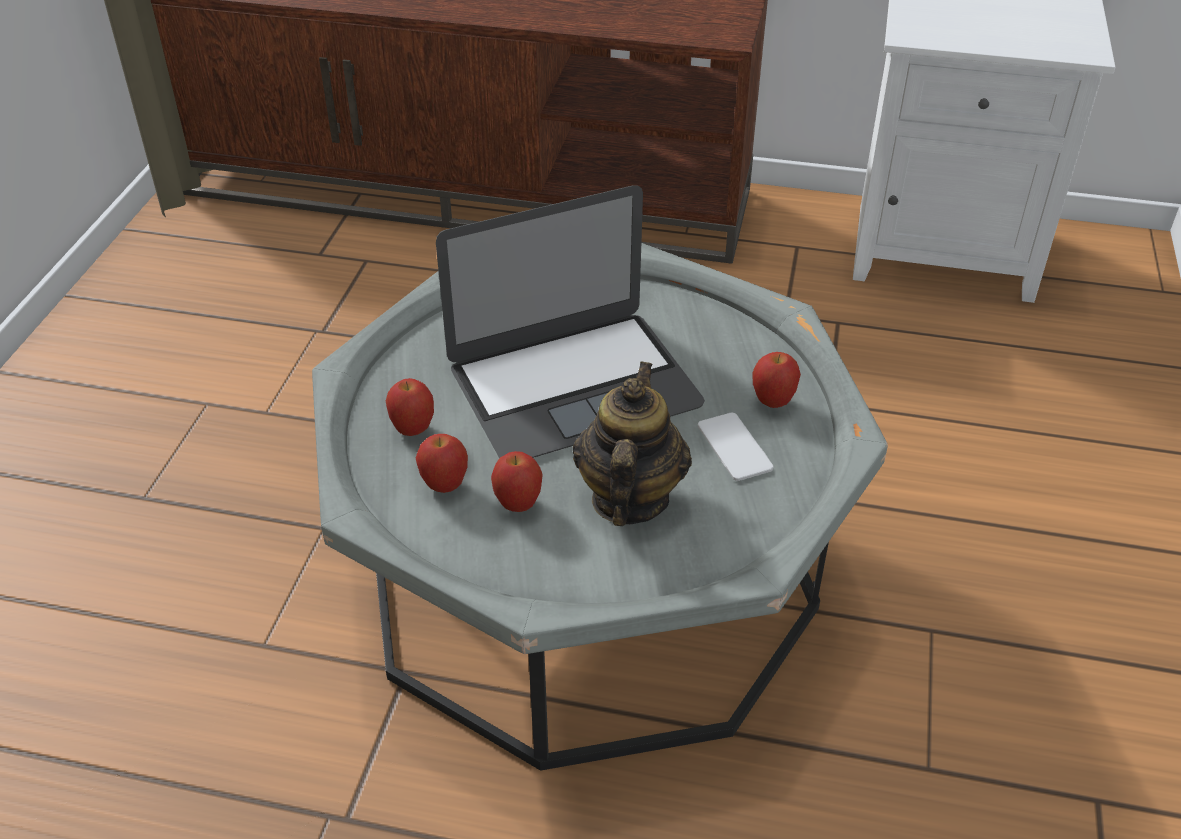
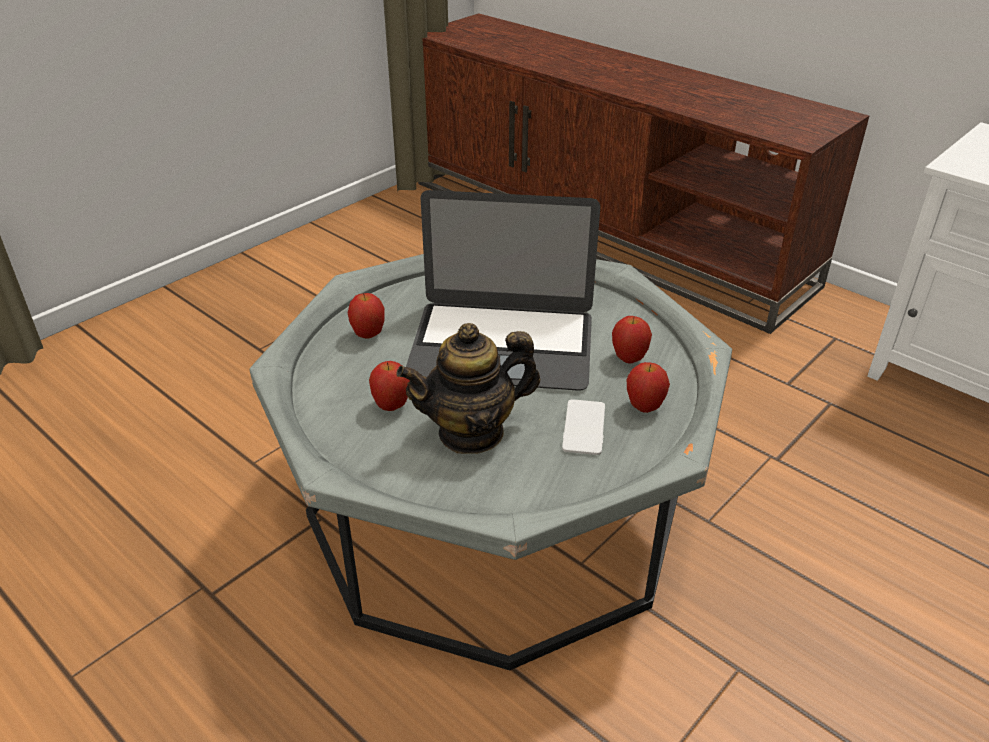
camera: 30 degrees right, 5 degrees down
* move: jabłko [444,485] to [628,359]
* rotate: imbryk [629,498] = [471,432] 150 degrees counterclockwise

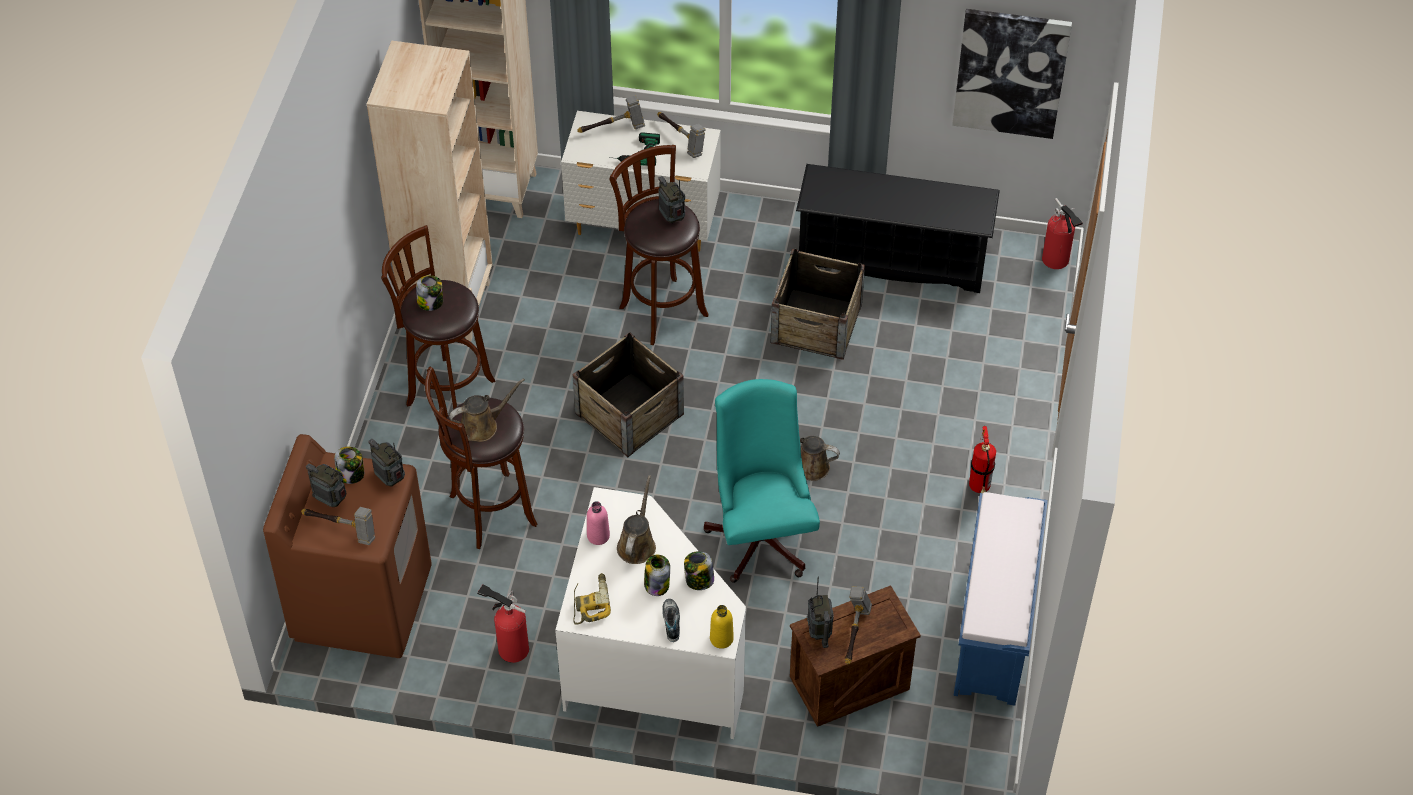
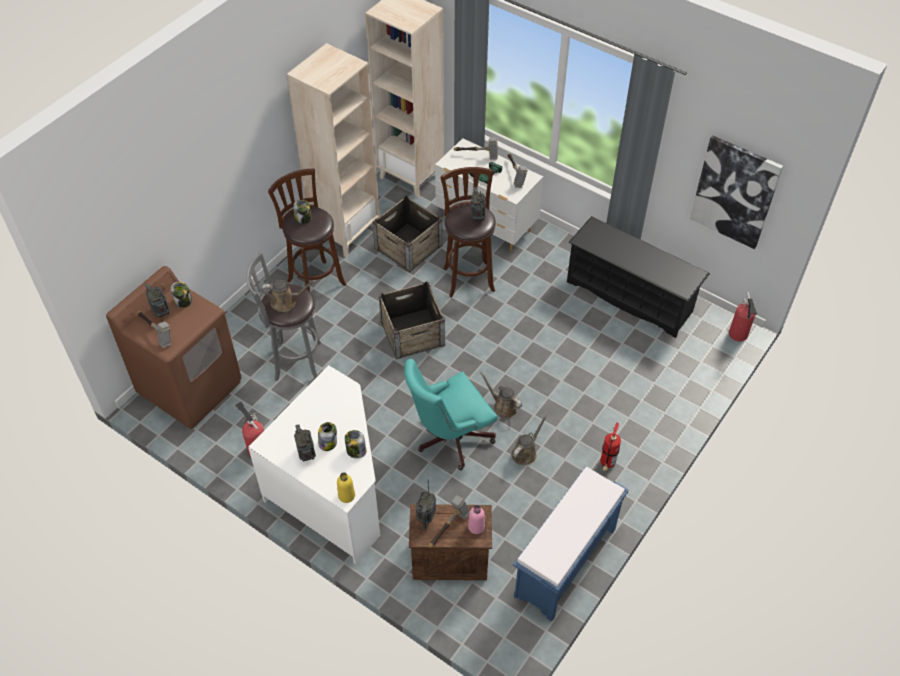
camera: 25 degrees right, 0 degrees up
* delete: wiertarka [590,602]
* delete: but [671,622]
* move: radio [390,479] to [307,455]
* move: butelka (różowy) [598,536] to [476,527]
* move: konewka (brązowy) [637,544] to [525,452]
* move: skrzynka [816,324] to [408,247]
* recolor: stołek (brązowy) [488,512] to stołek (szary) [294,361]
* rotate: krzesło biurowe (turkusowy) [761,534] = [449,438] 135 degrees counterclockwise

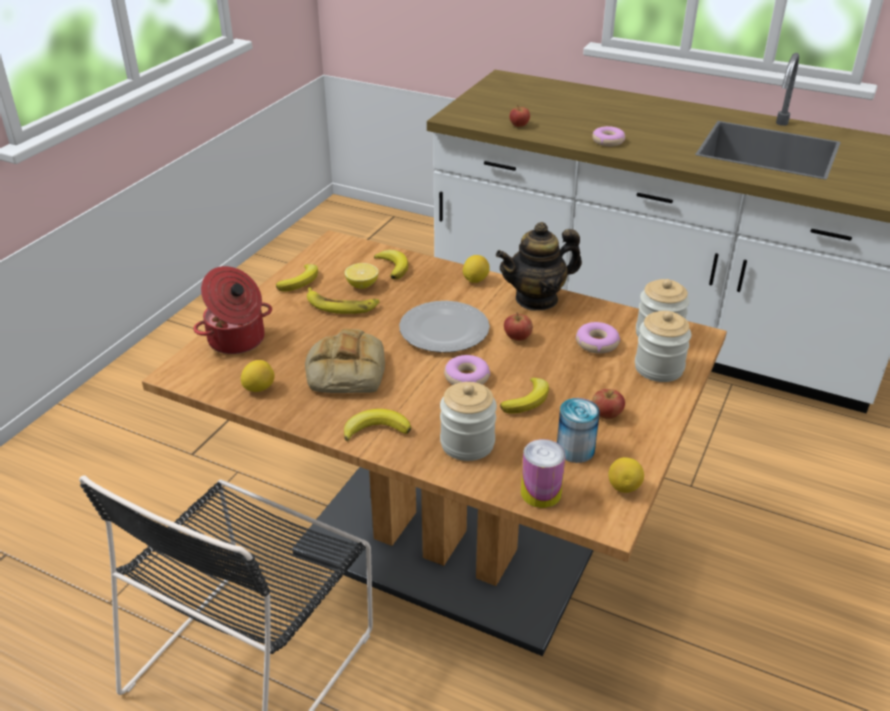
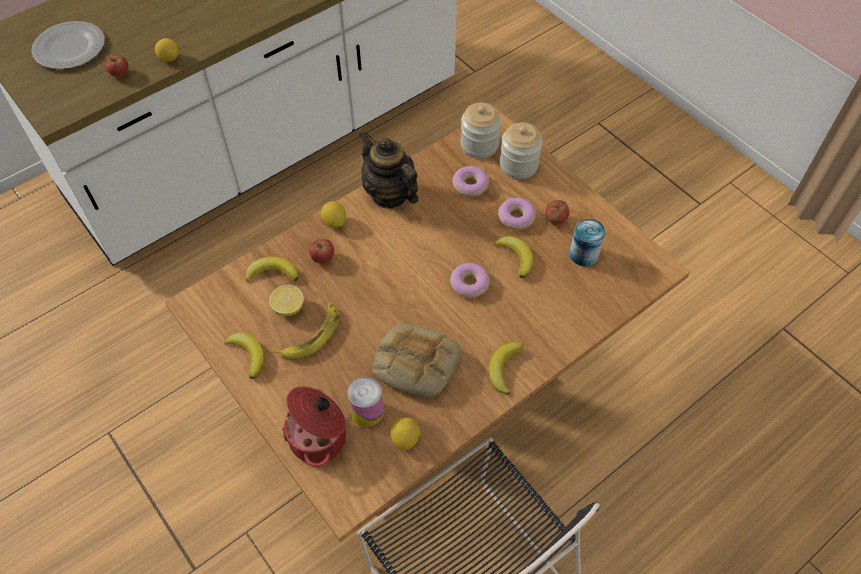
camera: 65 degrees left, 20 degrees up
* delete: słoik [467,443]
* move: talerz [444,331] to [70,48]
* move: jabłko [517,338] to [323,258]
* move: puszka [541,493] to [367,411]
* move: donut [608,141] to [516,217]
* move: cytryna [624,487] to [169,58]
* rotate: imbryk [537,299] = [389,194] 135 degrees clockwise

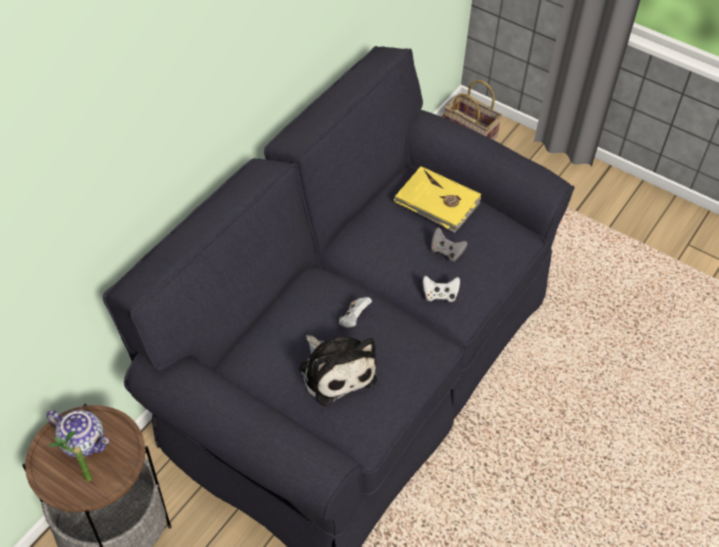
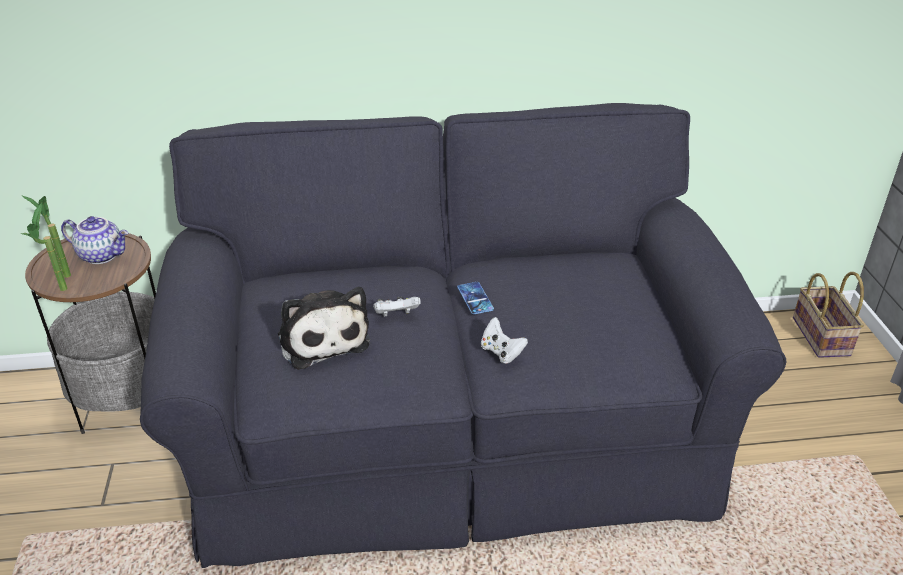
camera: 50 degrees right, 15 degrees down
* delete: książka (żółty) [437,202]
* delete: pad do gier (szary) [446,252]
* insert: roślina doniczkowa [59,293]
* insert: telefon [475,298]
* rotate: imbryk [84,442] = [102,255] 60 degrees counterclockwise
* rotate: pluszak [336,371] = [322,338] 45 degrees counterclockwise

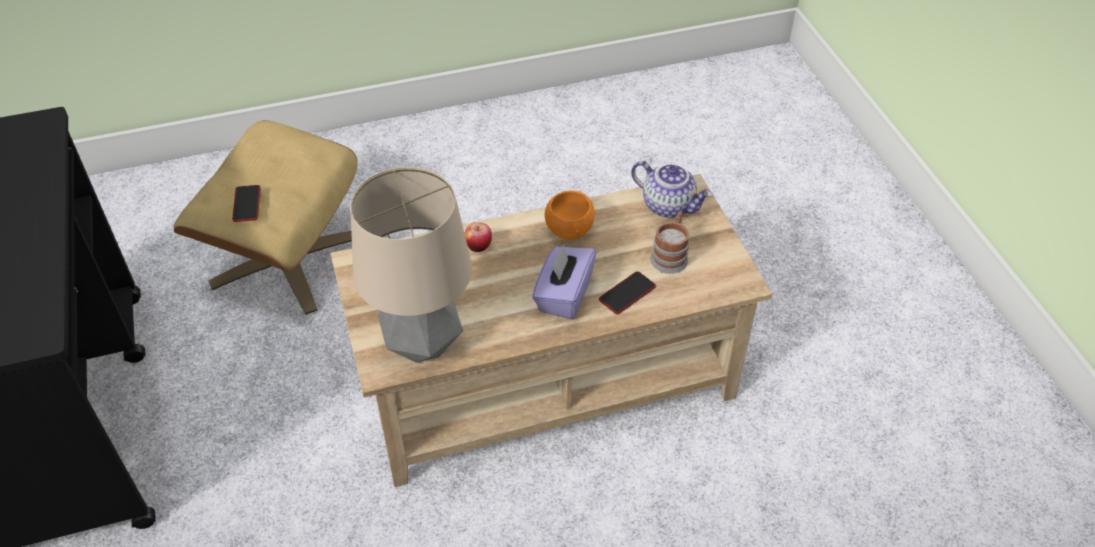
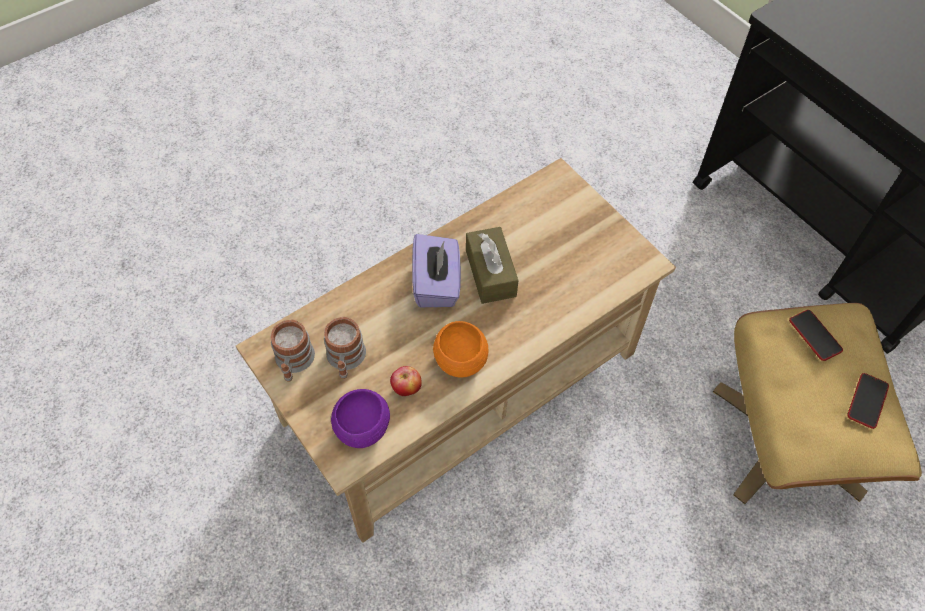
camera: 160 degrees right, 10 degrees up
* delete: lampa stołowa [422,345]
* insert: kubek [294,362]
* insert: pudełko chusteczek (brązowy) [490,273]
* move: jabłko [479,247] to [406,389]
* move: telefon [627,293] to [867,401]
* replace: imbryk [669,205] to miska (fioletowy) [362,428]

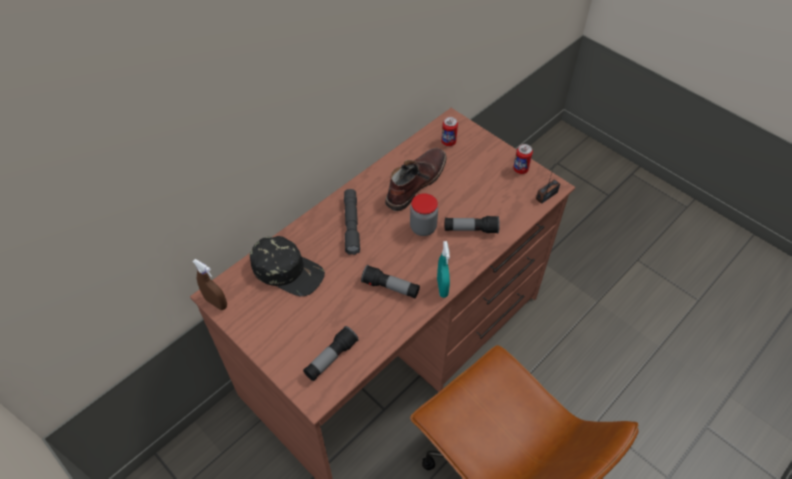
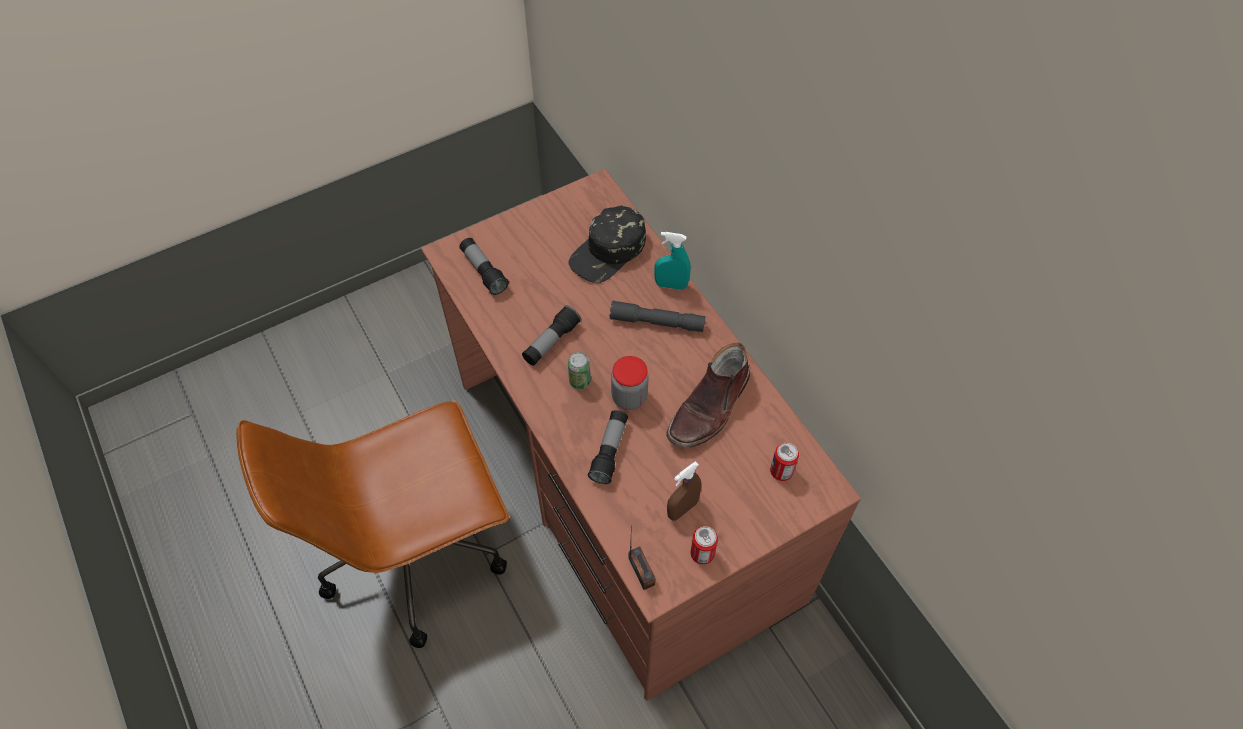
camera: 105 degrees right, 5 degrees up
* insert: puszka [580,381]
* move: spryskiwacz (brązowy) [216,303] to [682,509]
* move: spryskiwacz (turkusowy) [442,287] to [671,285]
* rotate: but z cholewką (brązowy) [415,183] = [710,407] 75 degrees clockwise

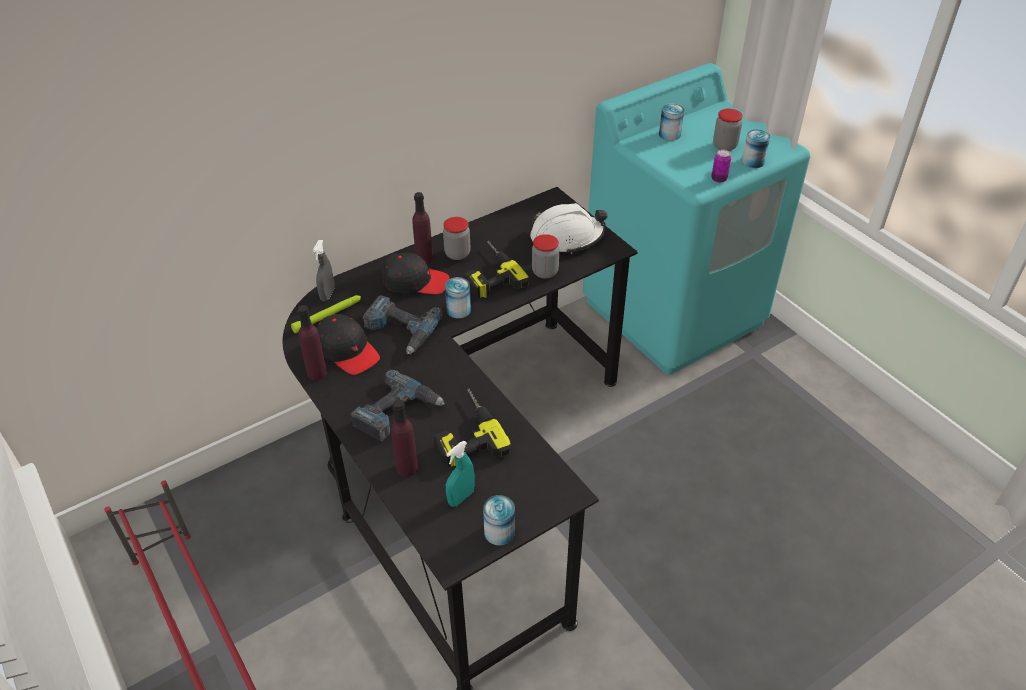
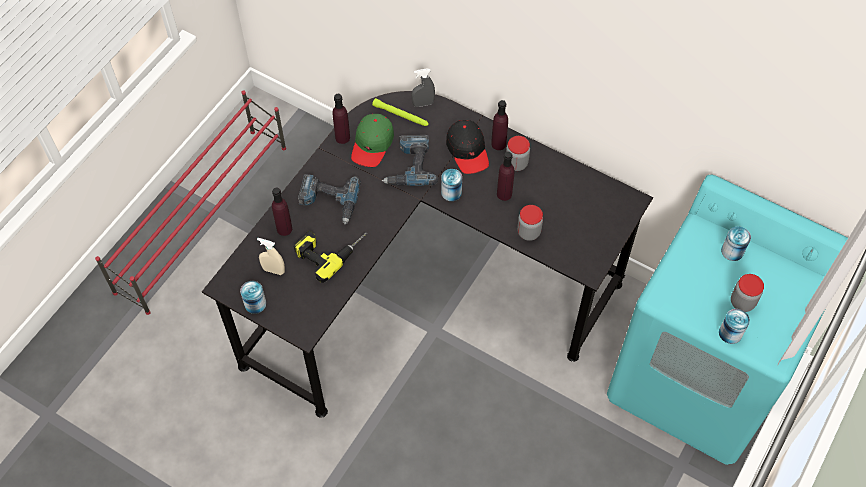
camera: 65 degrees right, 15 degrees up
* delete: kask (biały) [567,237]
* delete: puszka [719,179]
* replace: wiertarka [488,273] to butelka (fioletowy) [504,194]
* recolor: czapka z daszkiem (czarny) [347,351] to czapka z daszkiem (zielony) [372,144]
* recolor: spryskiwacz (turkusowy) [461,497] to spryskiwacz (beżowy) [273,270]

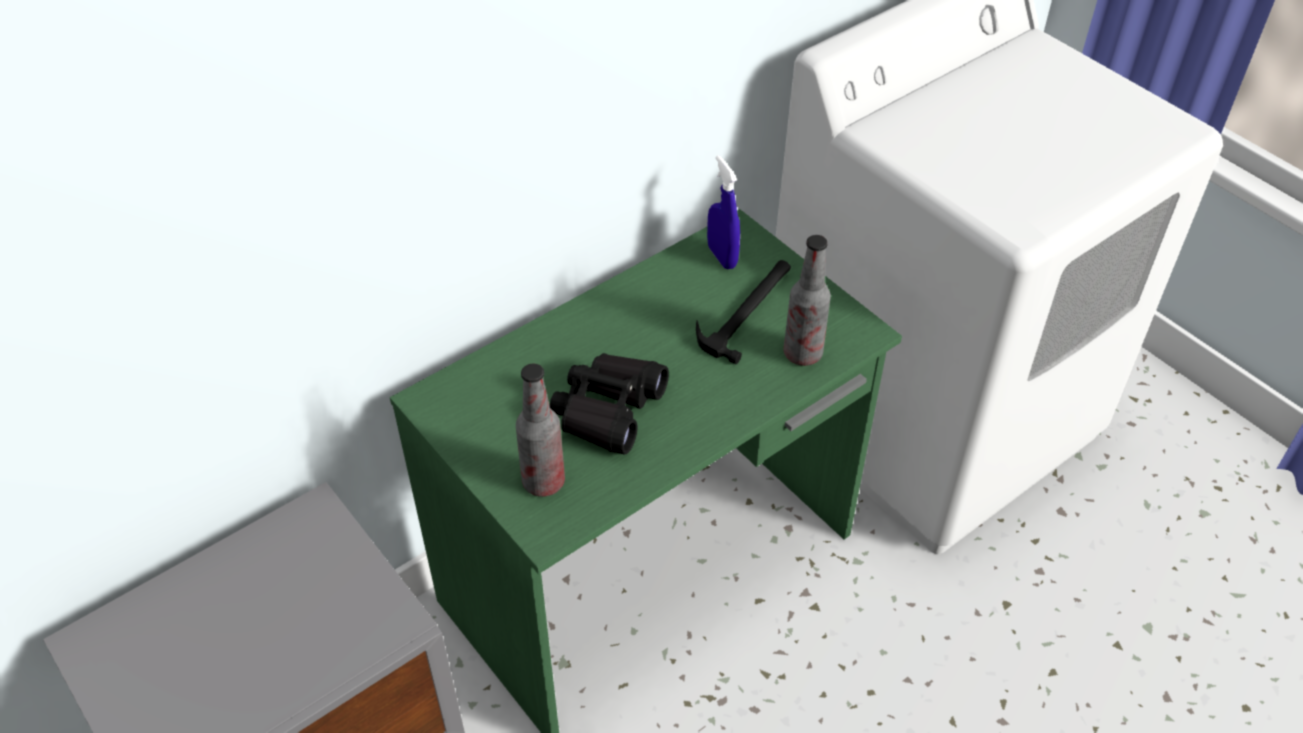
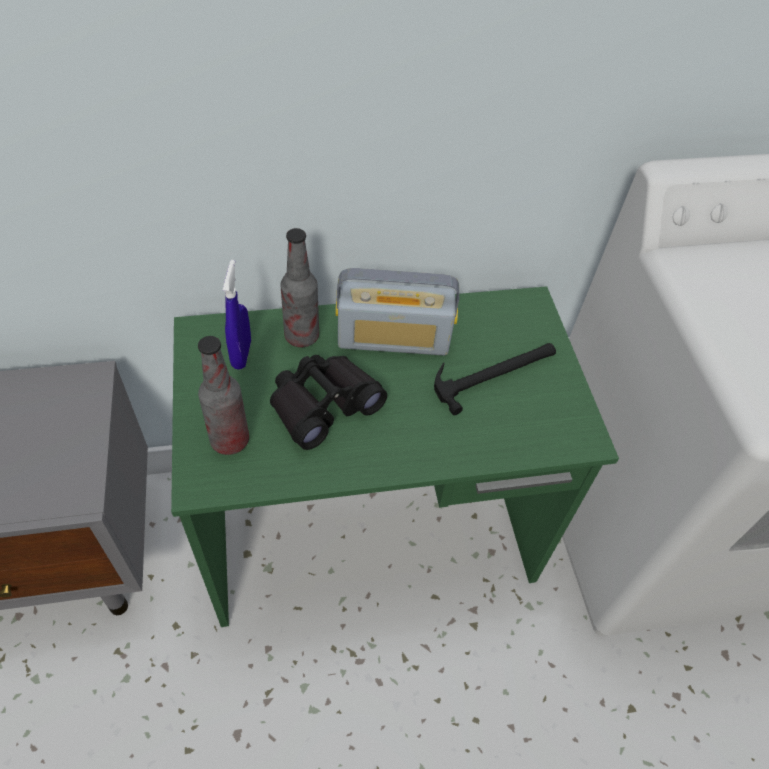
camera: 25 degrees right, 5 degrees up
* insert: radio [393,339]
* move: spryskiwacz (niebieski) [722,257] to [241,354]
* move: butelka [802,354] to [302,336]

